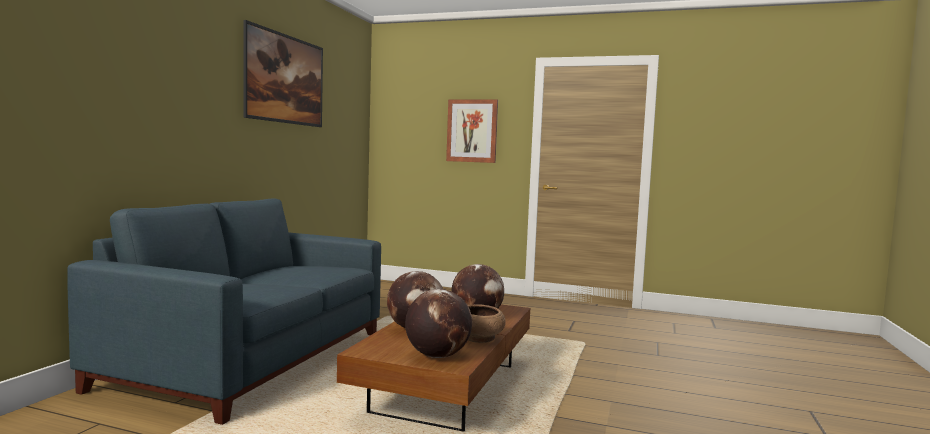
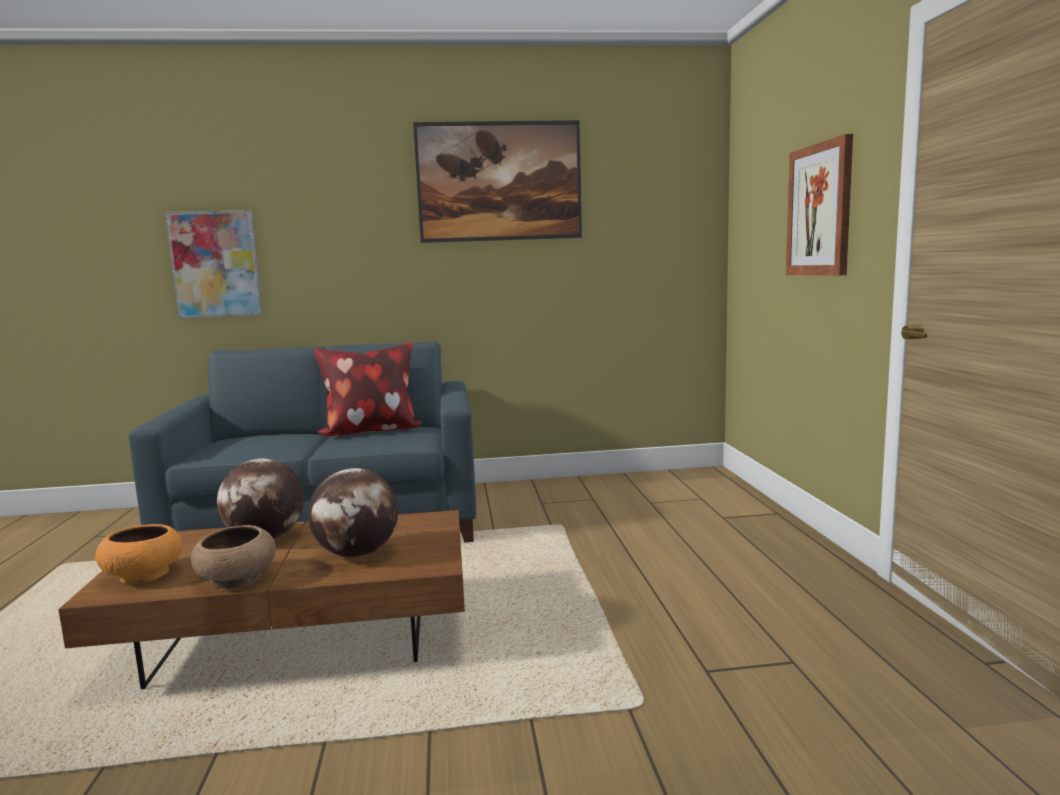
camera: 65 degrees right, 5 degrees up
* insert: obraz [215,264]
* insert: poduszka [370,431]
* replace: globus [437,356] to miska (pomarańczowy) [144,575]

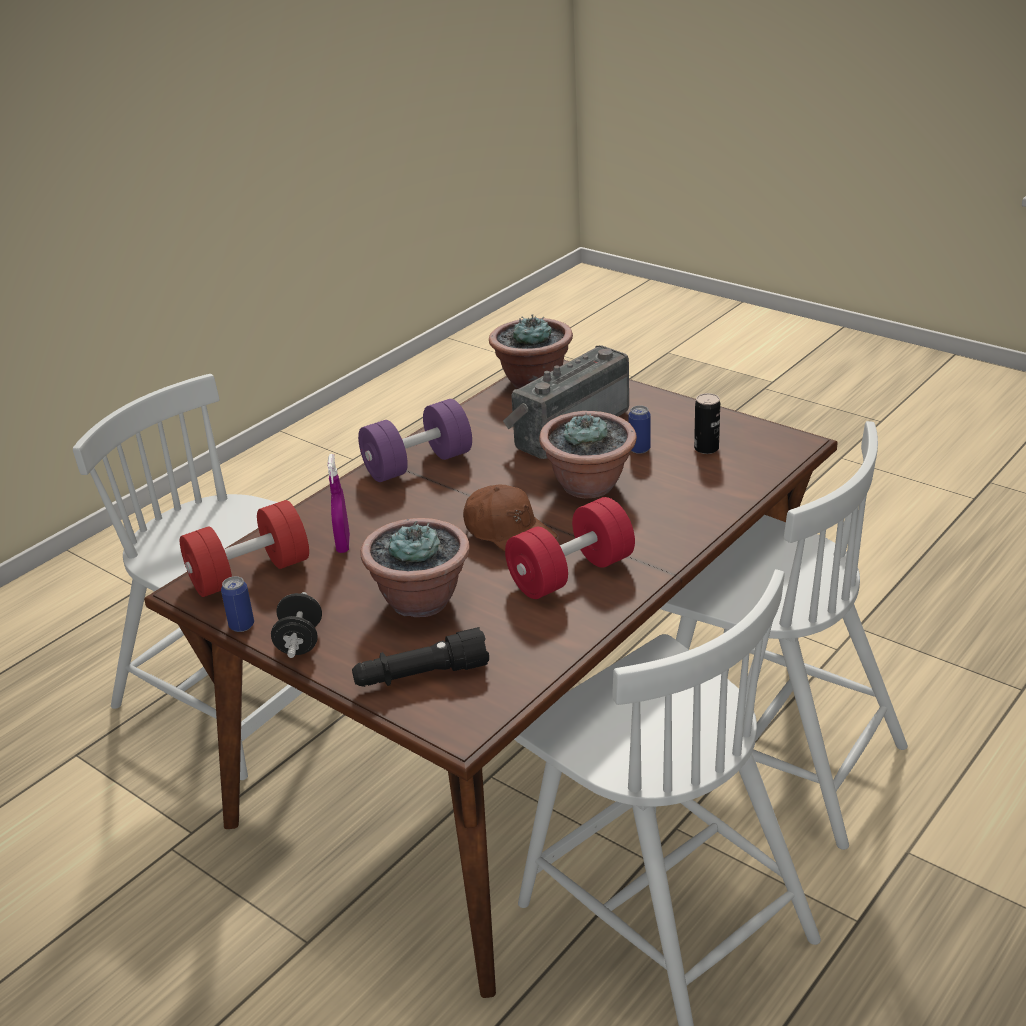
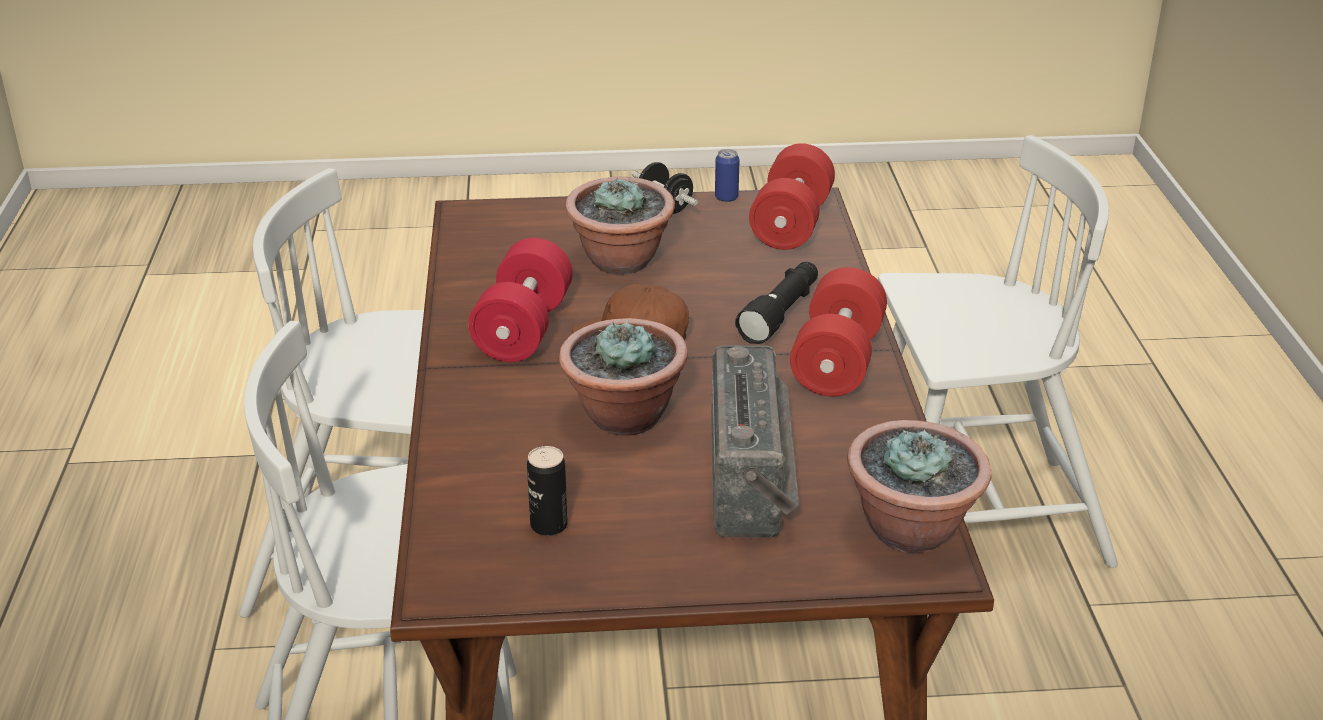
camera: 135 degrees right, 0 degrees up
* delete: spryskiwacz (fioletowy) [343,544]
* delete: puszka [639,449]
* move: latarka (czarny) [421,676] to [781,313]
* recolor: hantel (fioletowy) [418,464] to hantel (czerwony) [837,362]

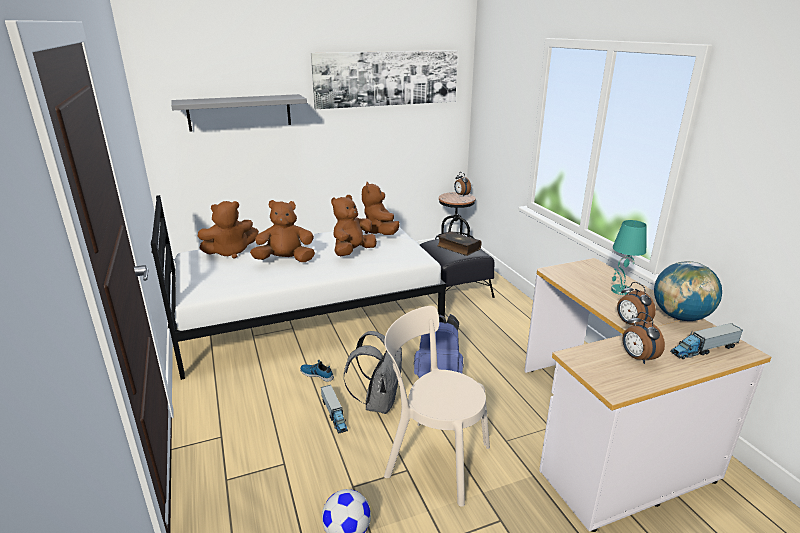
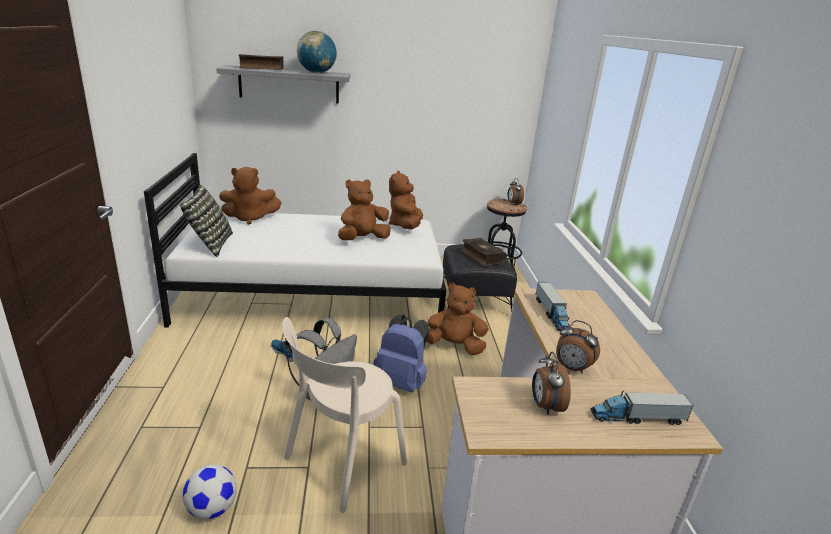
camera: 15 degrees right, 0 degrees up
* delete: obraz [387,78]
* delete: lampa stołowa (turkusowy) [620,291]
* insert: poduszka [210,244]
* insert: książka [261,68]
* move: pluszak (brązowy) [285,260] to [454,346]
* move: ciężarówka zabawkowa [334,414] to [551,314]
* move: globus [680,317] to [317,73]
* rotate: krzesło (beżowy) [433,458] = [341,463] 90 degrees counterclockwise
* rotate: budzik [630,324] = [571,368] 45 degrees counterclockwise

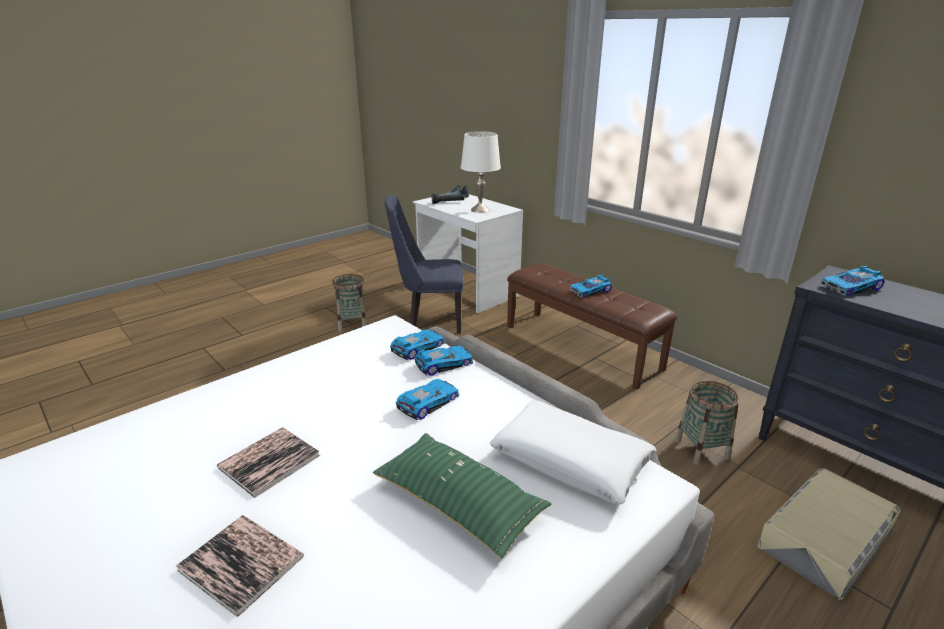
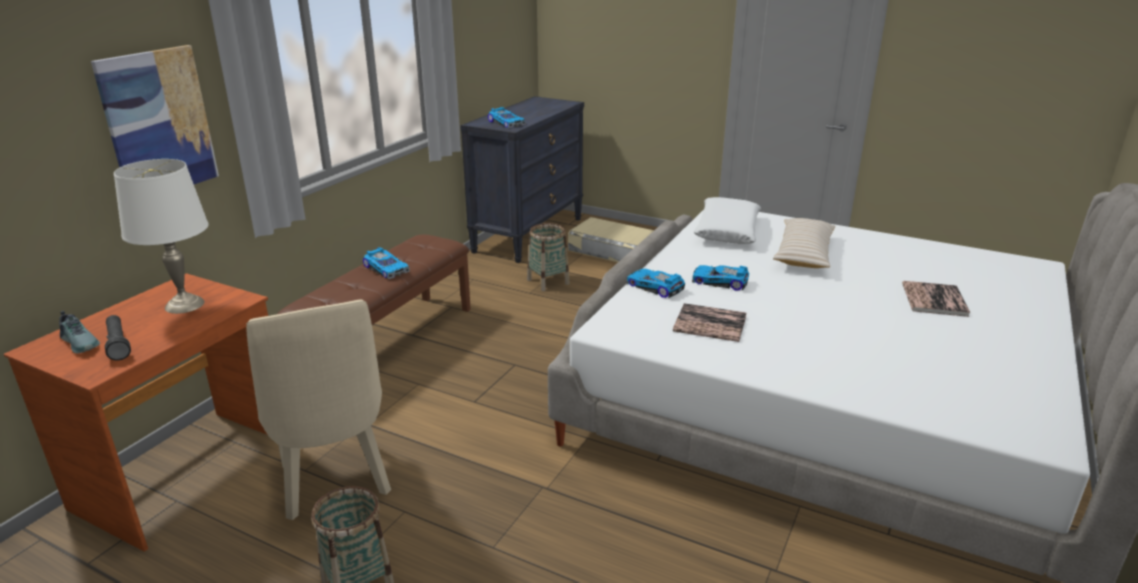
camera: 110 degrees left, 0 degrees up
* delete: samochodzik [417,347]
* insert: obraz [158,123]
* move: książka [269,461] to [710,324]
* recolor: poduszka (zielony) [458,502] to poduszka (beżowy) [803,253]
* recolor: krzesło (niebieski) [428,322] to krzesło (beżowy) [335,485]
* recolor: biurko (biały) [467,290] to biurko (brązowy) [187,475]

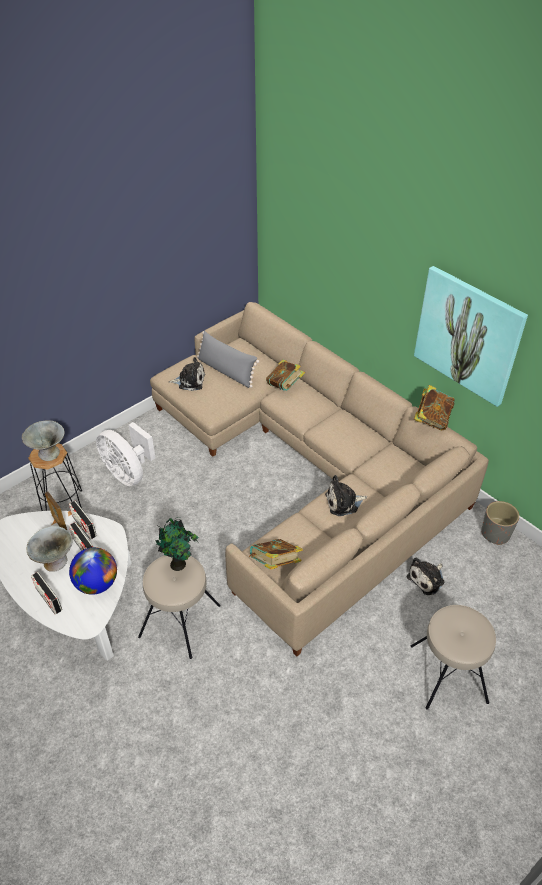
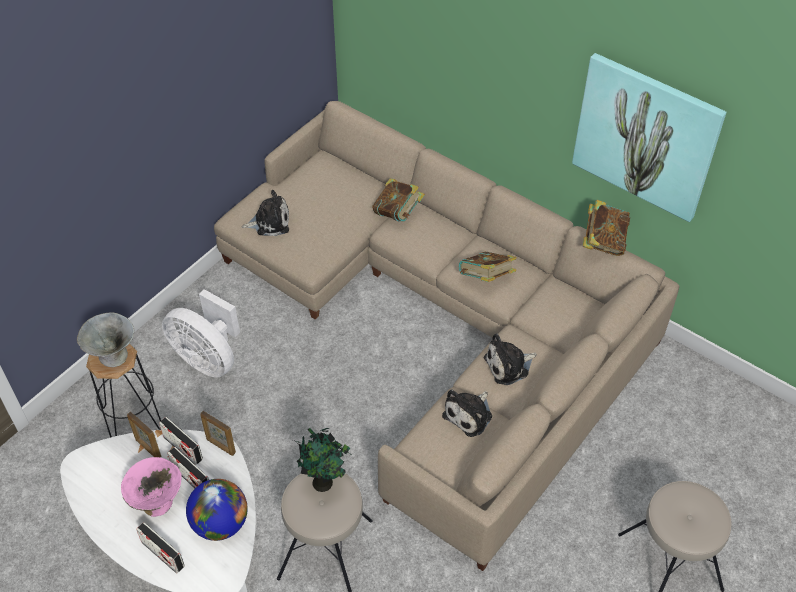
camera: 10 degrees left, 5 degrees up
* delete: poduszka (szary) [226,371]
* delete: donica (szary) [495,533]
* insert: ramka na zdjęcie [220,446]
* move: książka [275,564] to [485,279]
* move: pluszak [427,579] to [469,415]
* recolor: miska (szary) [55,562] to miska (różowy) [158,502]

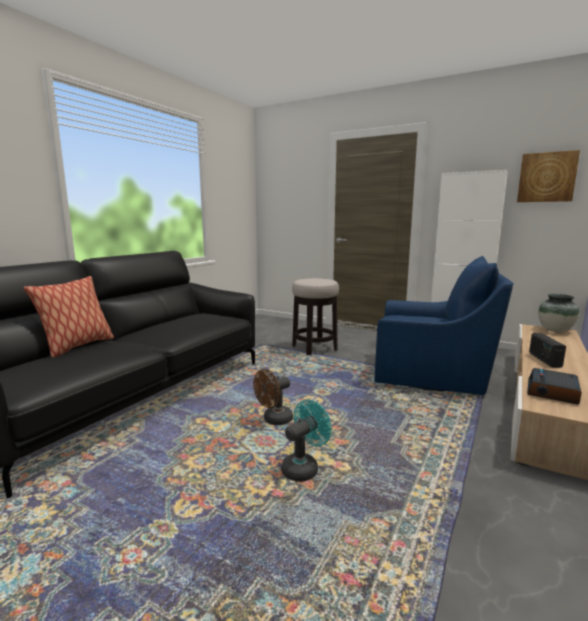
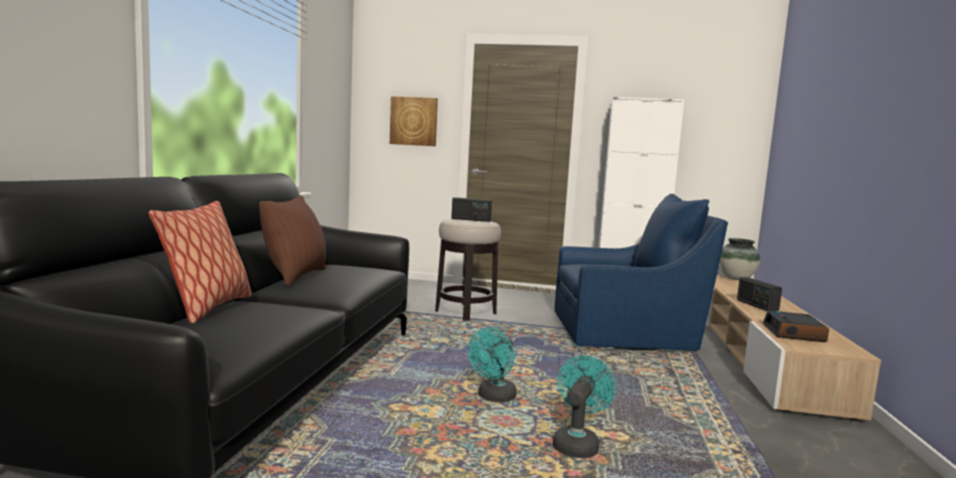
camera: 20 degrees left, 5 degrees down
* insert: poduszka (brązowy) [296,276]
* insert: radio [471,220]
* move: obraz [546,177] to [414,121]
* recolor: wentylator (brązowy) [274,420] to wentylator (turkusowy) [493,397]

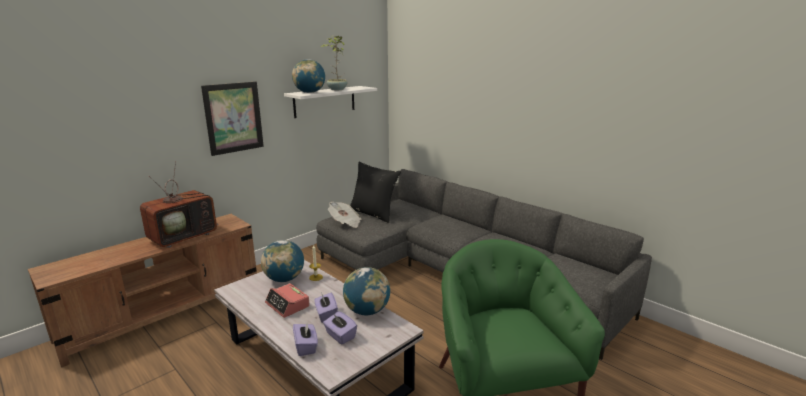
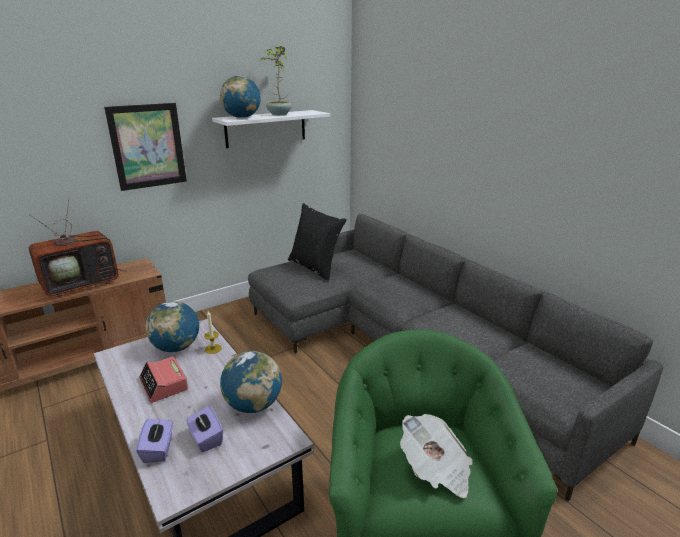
camera: 10 degrees right, 5 degrees up
* delete: pudełko chusteczek (fioletowy) [326,315]
* move: gazeta [345,223] to [436,469]

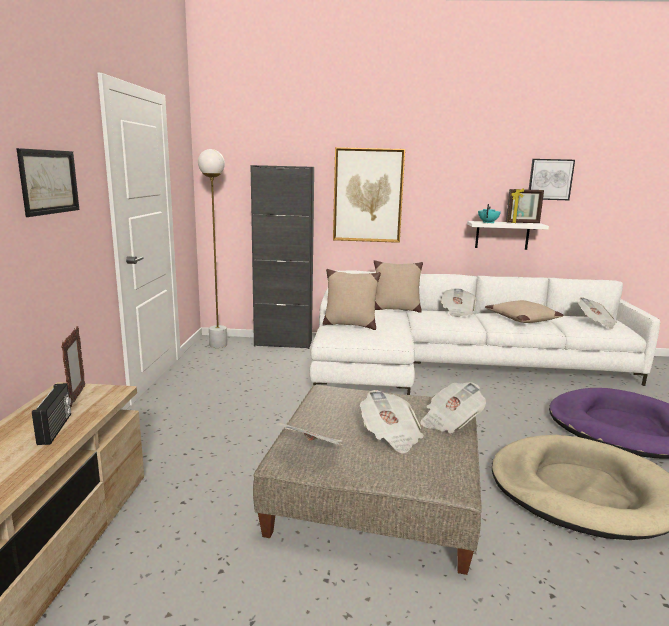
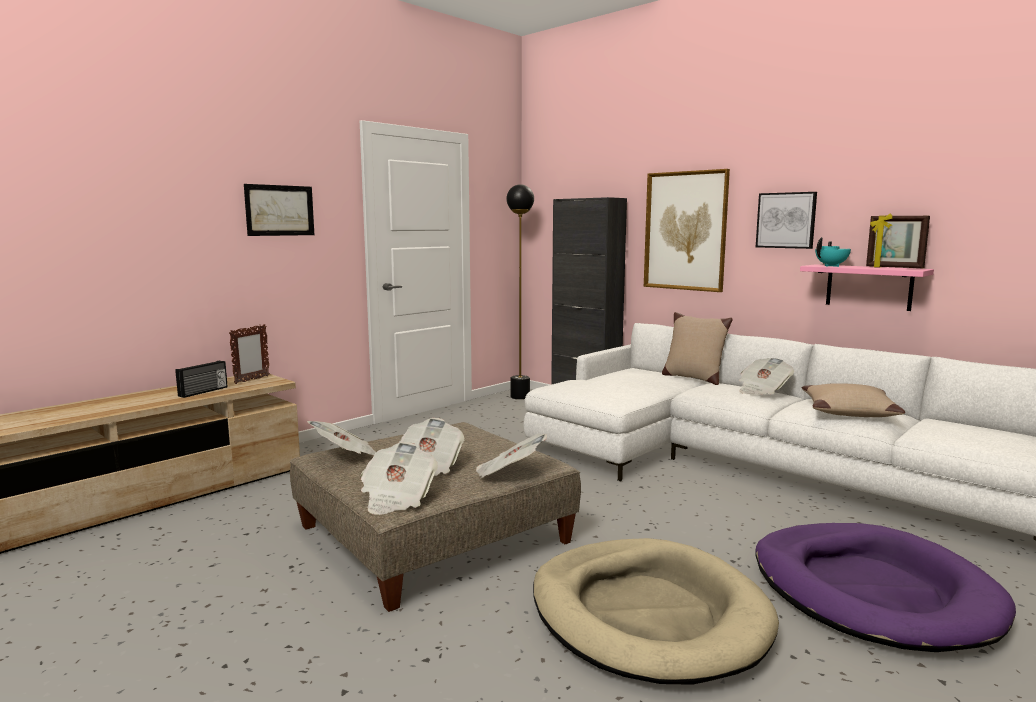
camera: 40 degrees right, 5 degrees down
* delete: poduszka (beżowy) [349,325]
* move: obraz [550,179] to [786,220]
* move: gazeta [596,323] to [397,498]
* recolor: lampa stojąca (biały) [218,345] to lampa stojąca (czarny) [520,397]
* recolor: półka (biały) [502,235] to półka (różowy) [868,287]

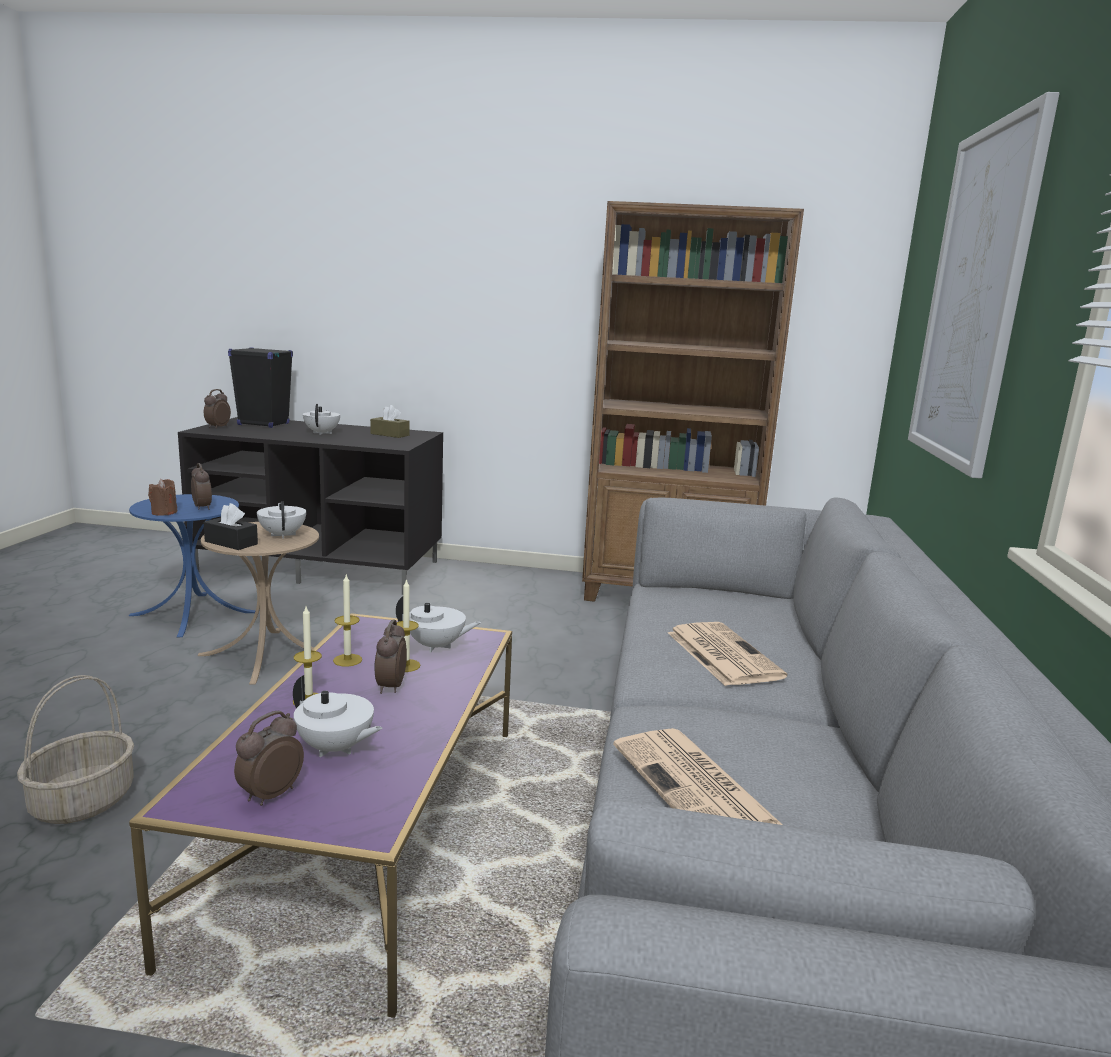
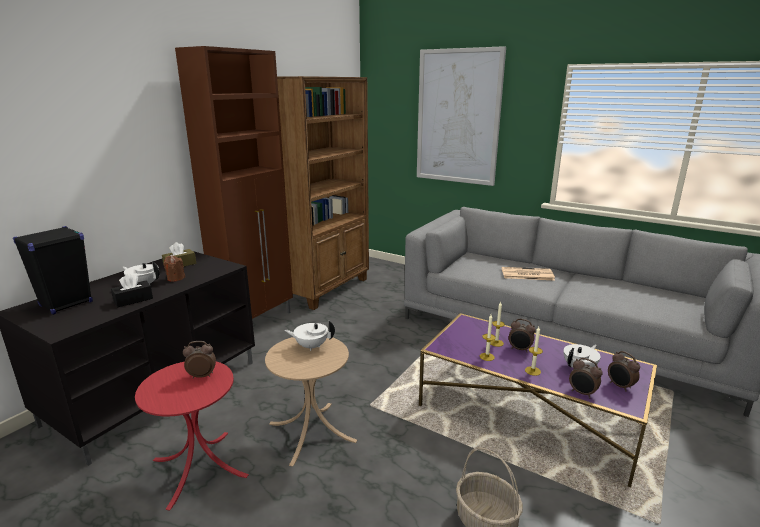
camera: 65 degrees left, 5 degrees up
* delete: imbryk (biały) [436,646]
* delete: gazeta [695,785]
* insert: szafka (brązowy) [257,321]
* move: świeca (brązowy) [164,512] to [175,278]
* move: budzik [217,427] to [582,393]
* move: pudełko chusteczek (czarny) [231,543] to [133,300]
* recolor: stolik (niebieski) [193,613] to stolik (czerwony) [199,467]

